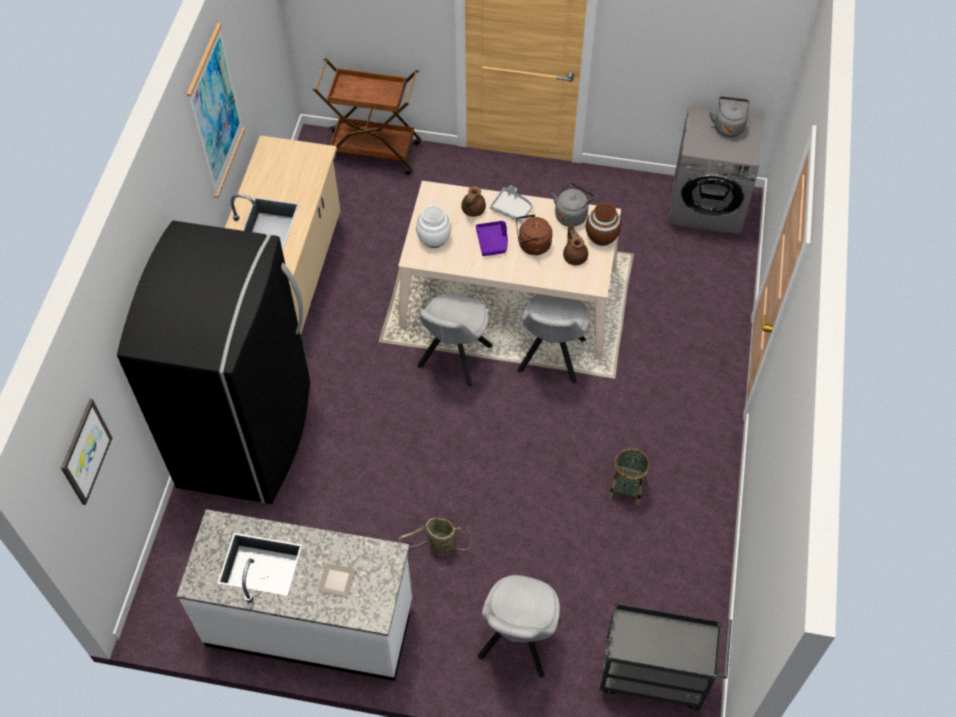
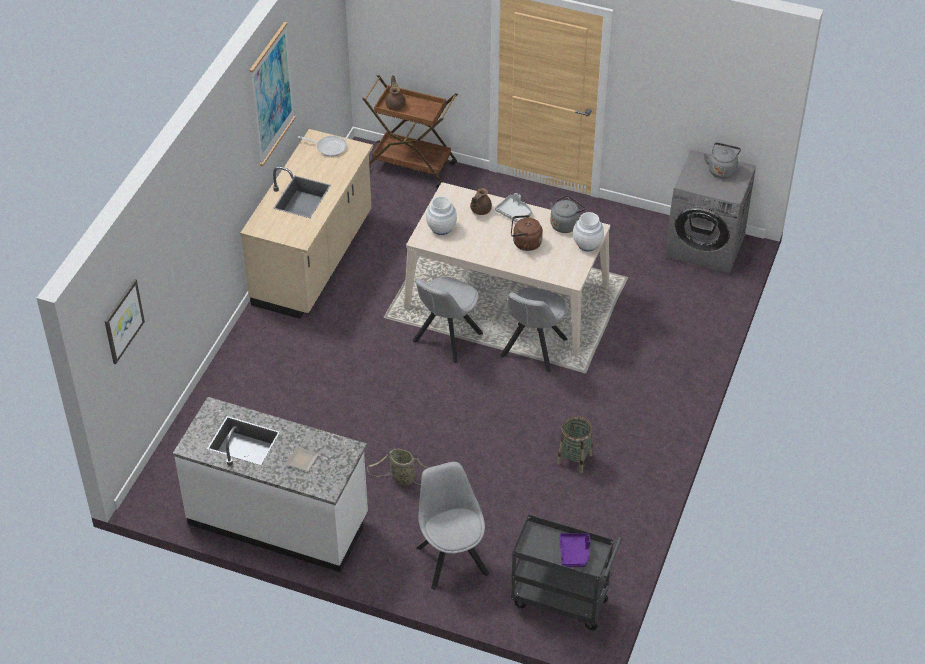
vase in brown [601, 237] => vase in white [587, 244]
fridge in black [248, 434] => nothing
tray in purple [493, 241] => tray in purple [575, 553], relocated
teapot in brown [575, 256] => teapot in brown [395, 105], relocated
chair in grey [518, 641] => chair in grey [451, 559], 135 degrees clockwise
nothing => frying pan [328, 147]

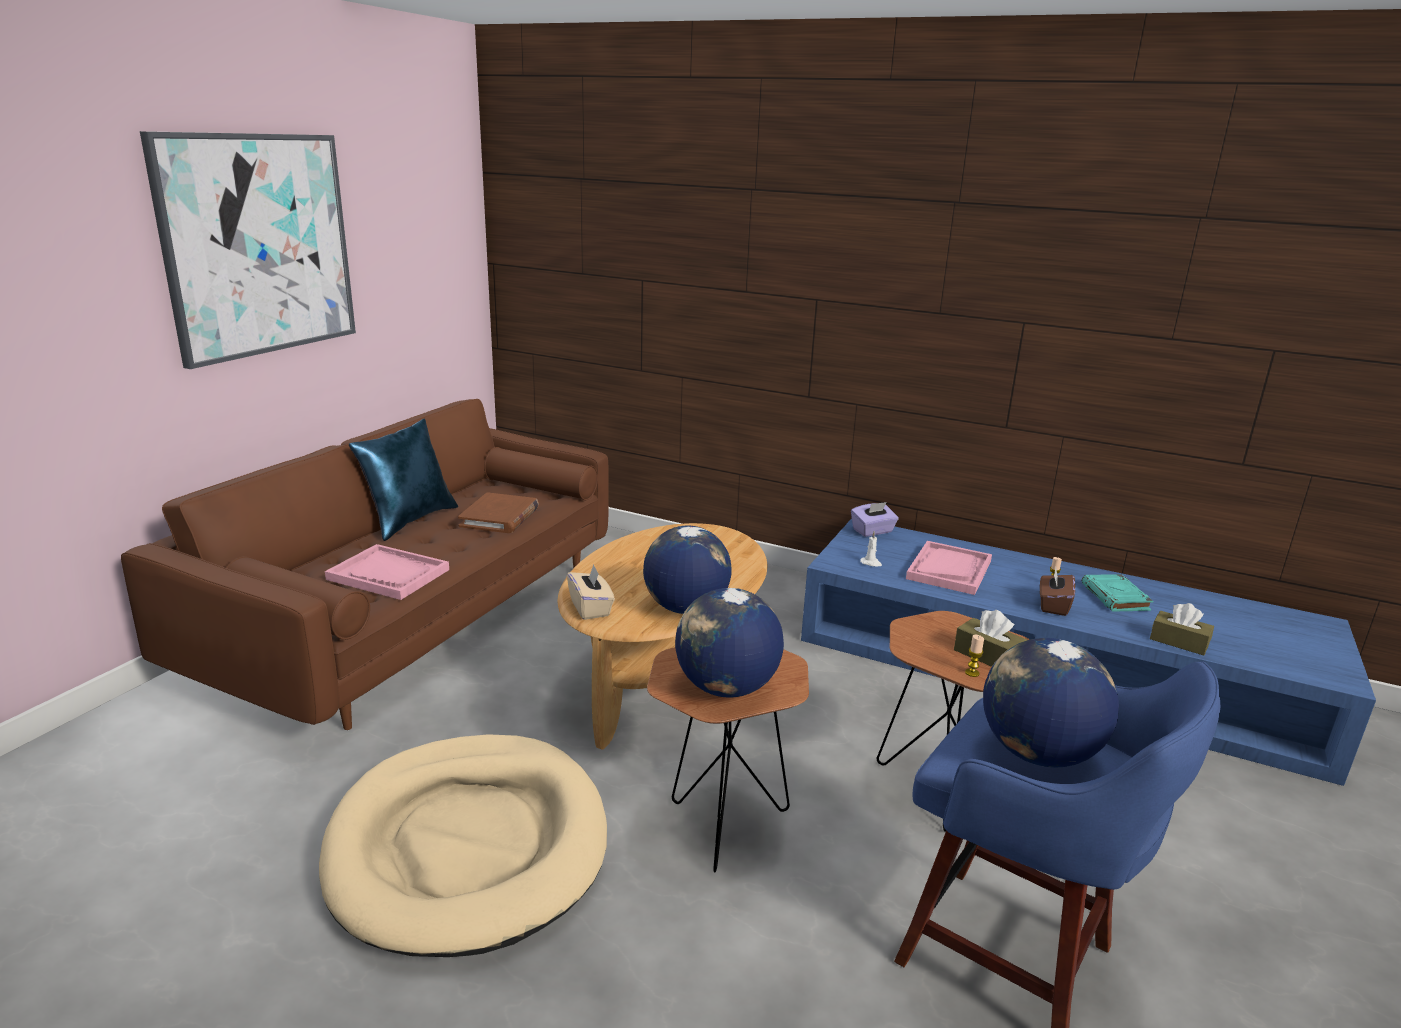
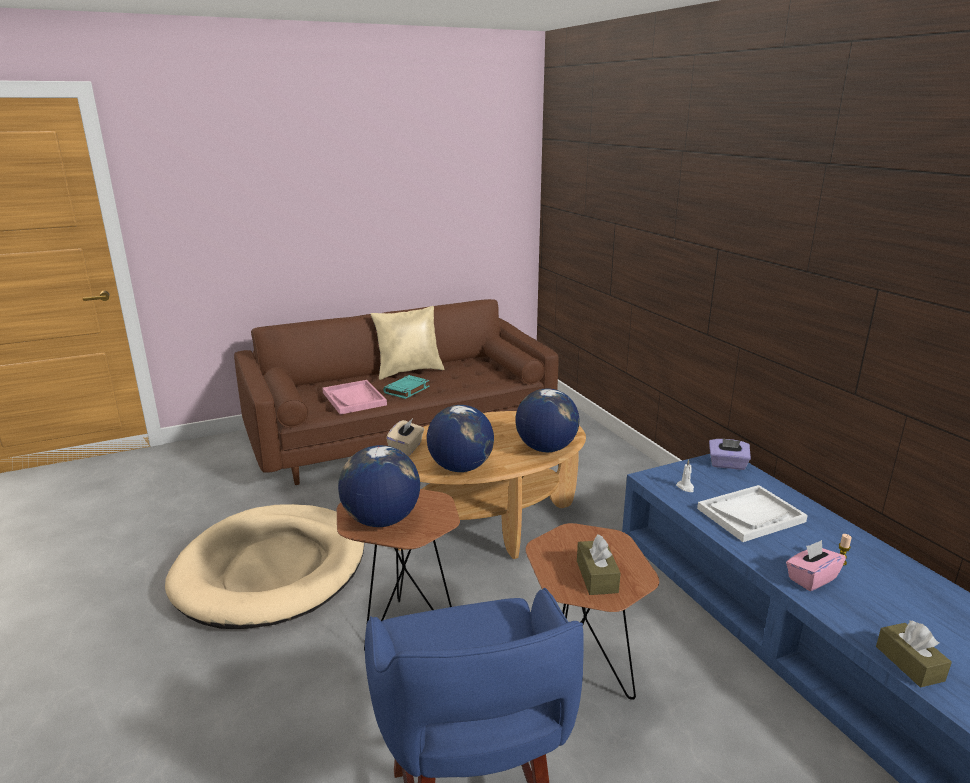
picture [258, 245] => nothing
pillow in blue [410, 520] => pillow in beige [409, 371]
book in brown [500, 517] => nothing
tray in pink [949, 570] => tray in white [750, 515]
tissue box in brown [1053, 605] => tissue box in pink [811, 578]
book in turquoise [1115, 597] => book in turquoise [406, 390], relocated
candle [972, 673] => nothing
globe [1037, 753] => globe [545, 448], relocated

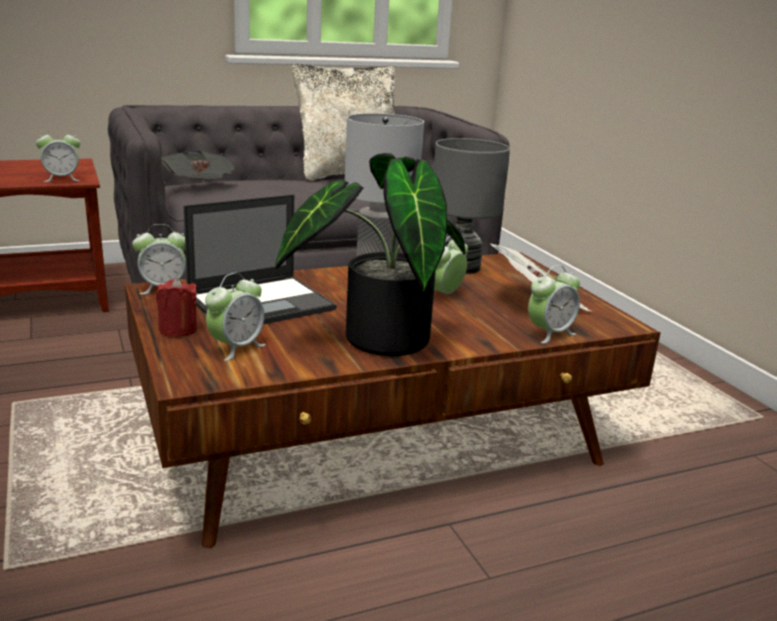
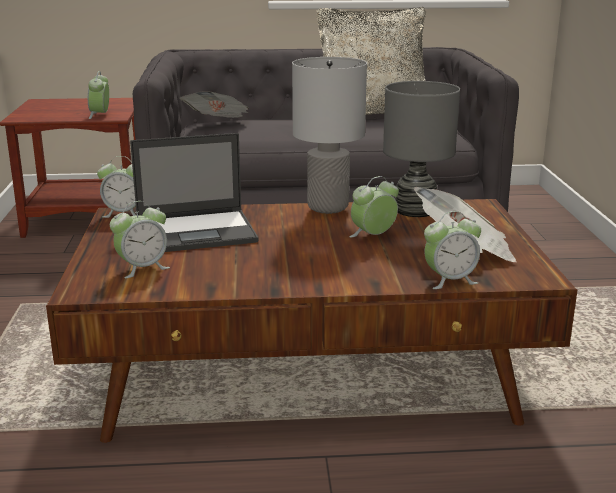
alarm clock [62, 179] => alarm clock [100, 115], 90 degrees clockwise
potted plant [376, 338] => nothing
candle in red [178, 329] => nothing

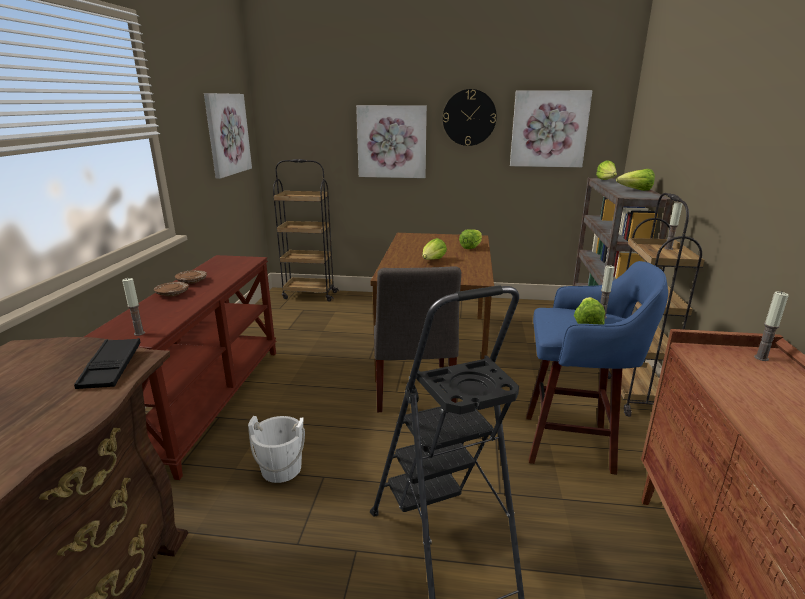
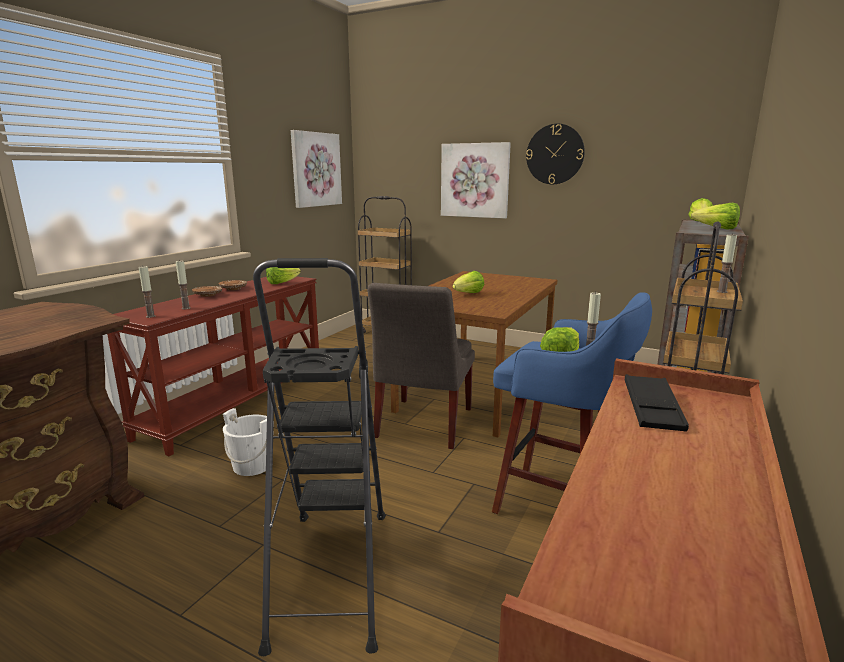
picture [549, 129] => nothing
lettuce [471, 247] => lettuce [282, 283], relocated
candle [761, 358] => candle [186, 308], relocated
tray in black [111, 368] => tray in black [652, 409], relocated

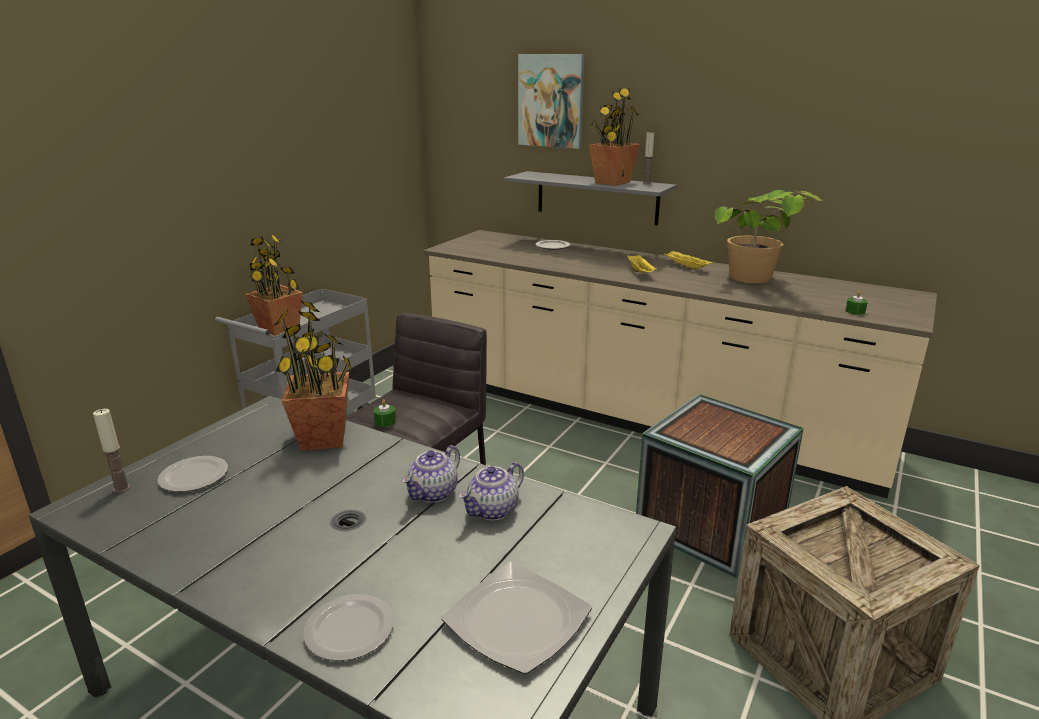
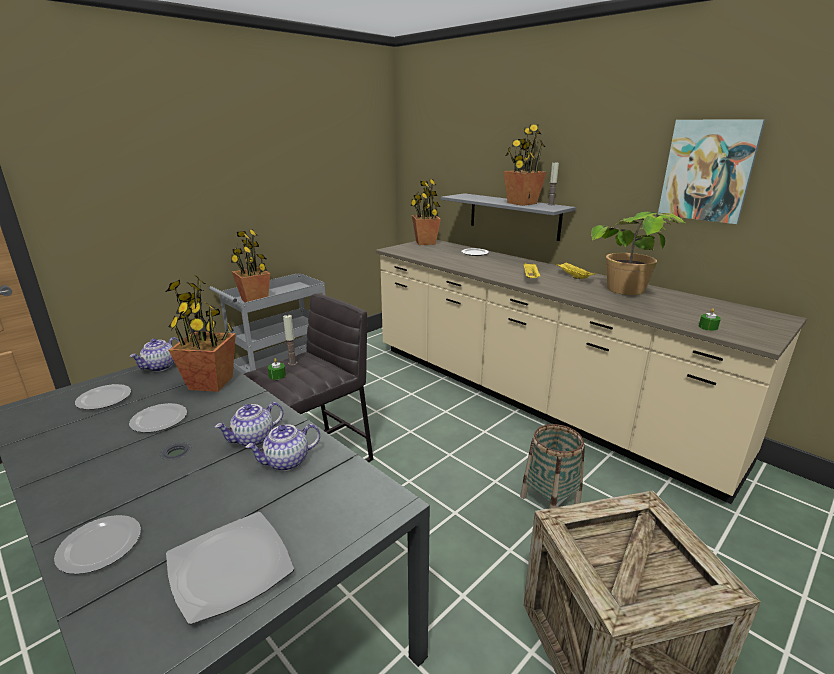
picture [551, 101] => picture [707, 170], relocated
crate [710, 526] => basket [550, 500]
candle [122, 488] => candle [292, 363], relocated
nothing => potted plant [425, 243]
nothing => teapot [160, 367]
nothing => plate [159, 420]

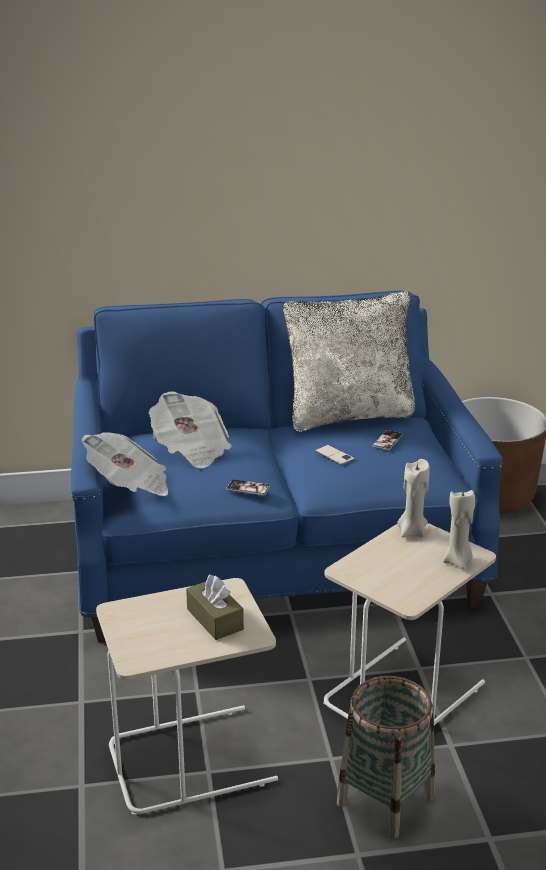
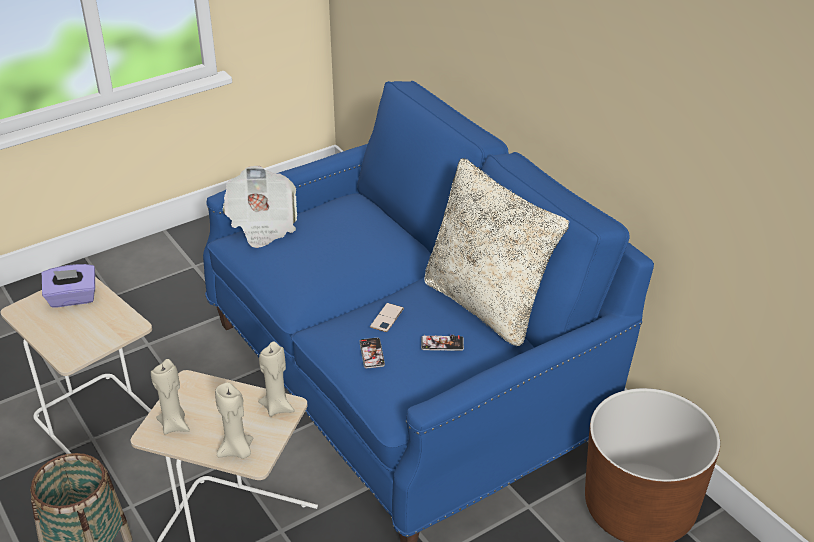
newspaper [191, 449] => nothing
phone [248, 488] => phone [372, 353], relocated
tissue box in brown [215, 619] => nothing
nothing => tissue box in purple [72, 298]
nothing => candle in beige [174, 425]

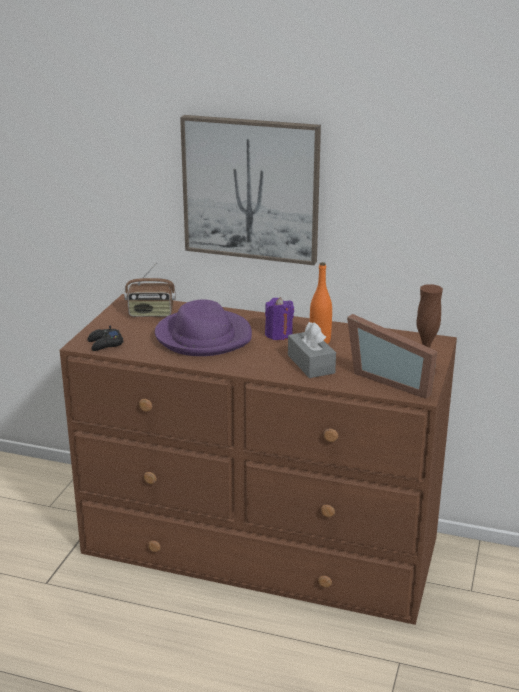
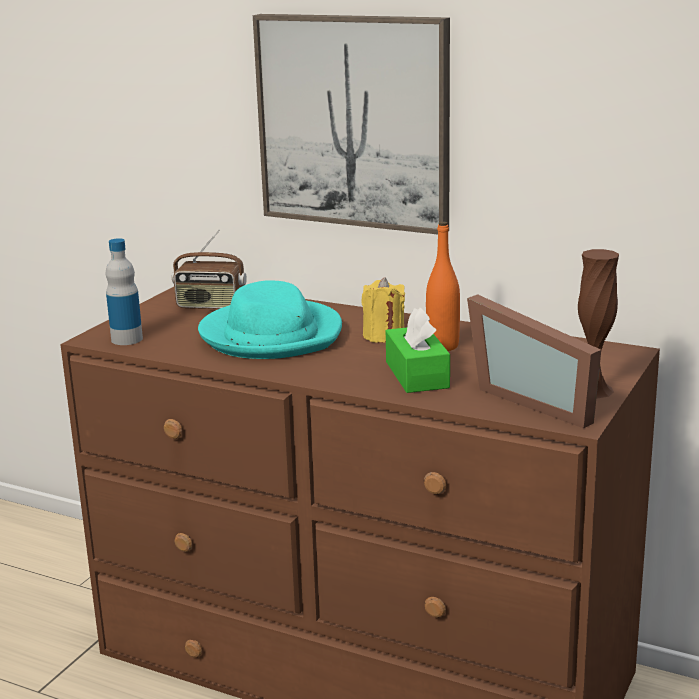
candle in purple [278, 334] => candle in yellow [383, 336]
hat in purple [203, 337] => hat in turquoise [272, 335]
tissue box in grey [311, 364] => tissue box in green [417, 375]
game controller in black [105, 344] => bottle [127, 339]

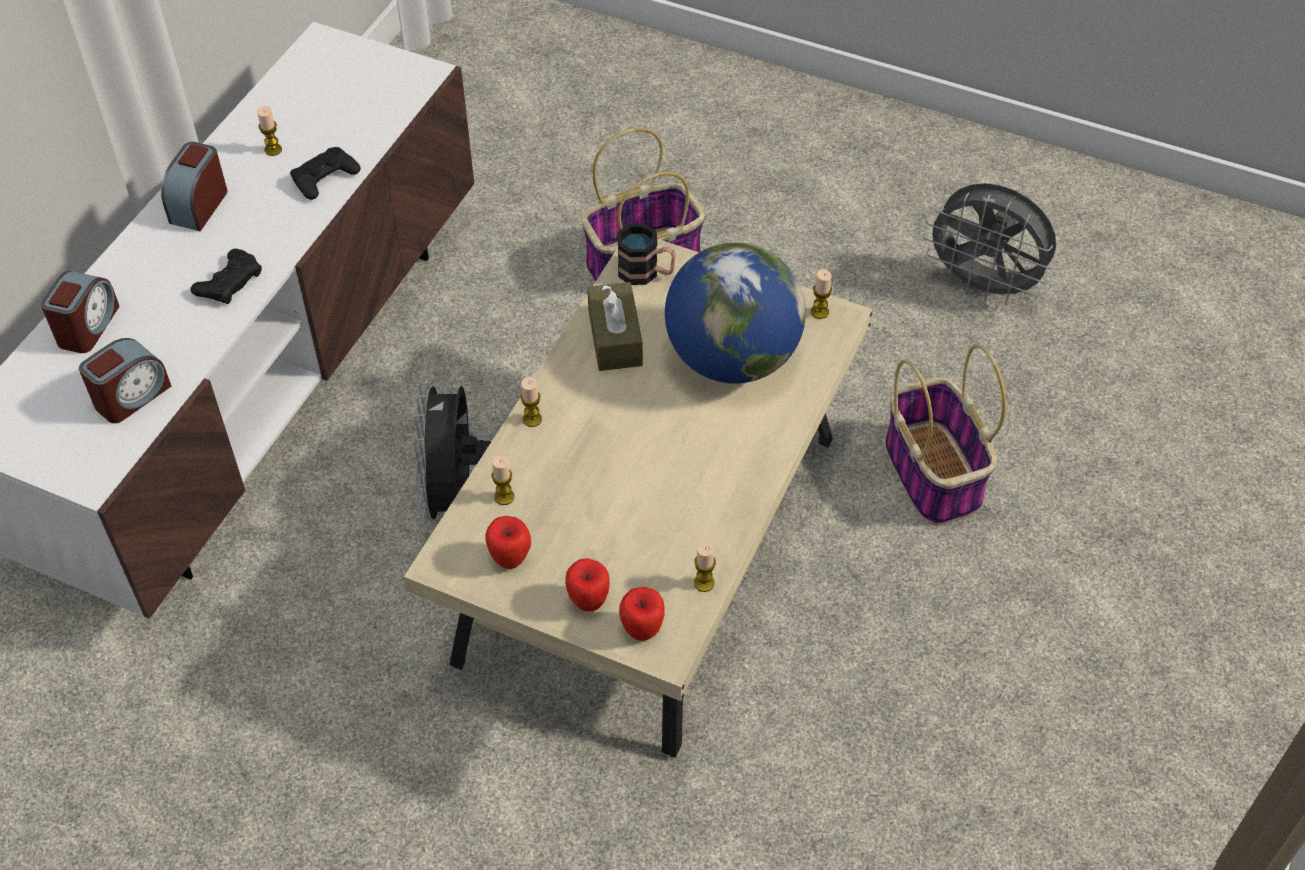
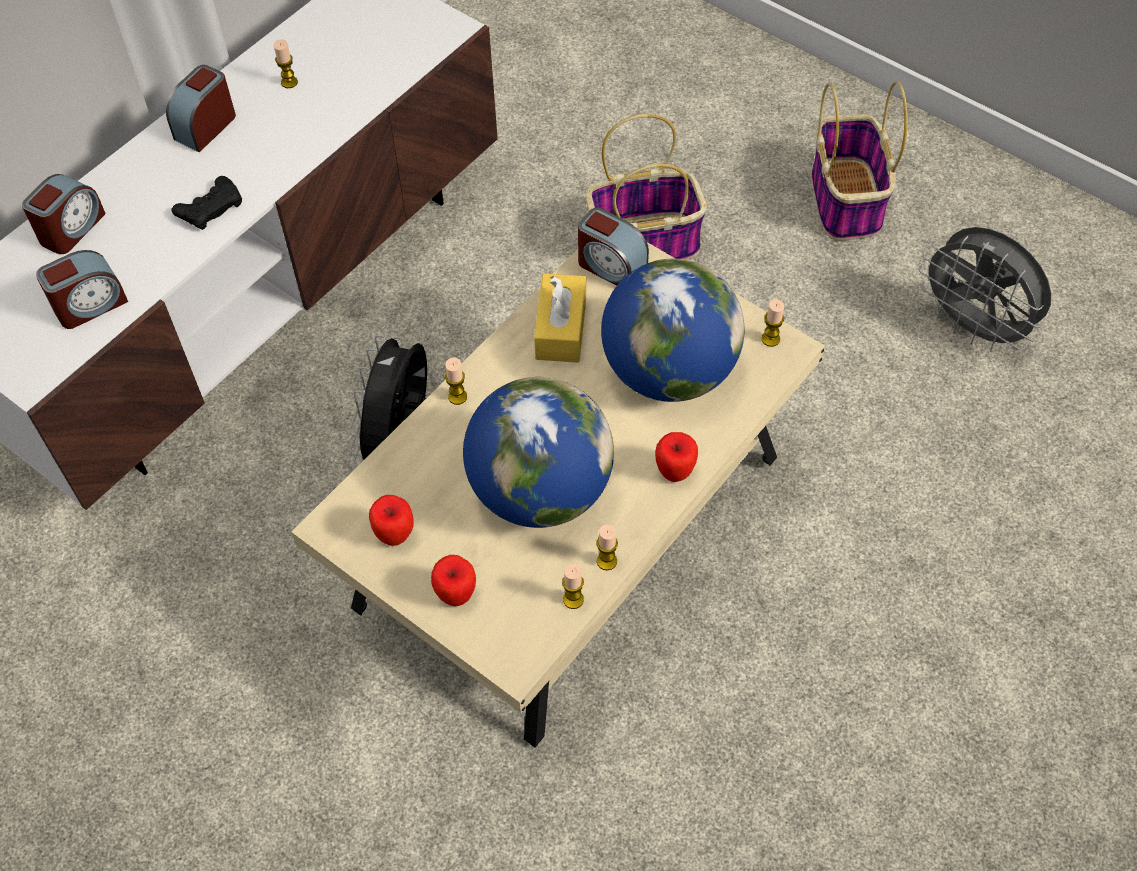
game controller in black [325, 178] => nothing
mug [646, 273] => alarm clock [611, 267]
tissue box in brown [615, 338] => tissue box in yellow [561, 328]
basket [934, 475] => basket [846, 201], relocated
candle [504, 497] => candle [606, 561], relocated
apple [642, 630] => apple [675, 472], relocated
nothing => globe [540, 491]

